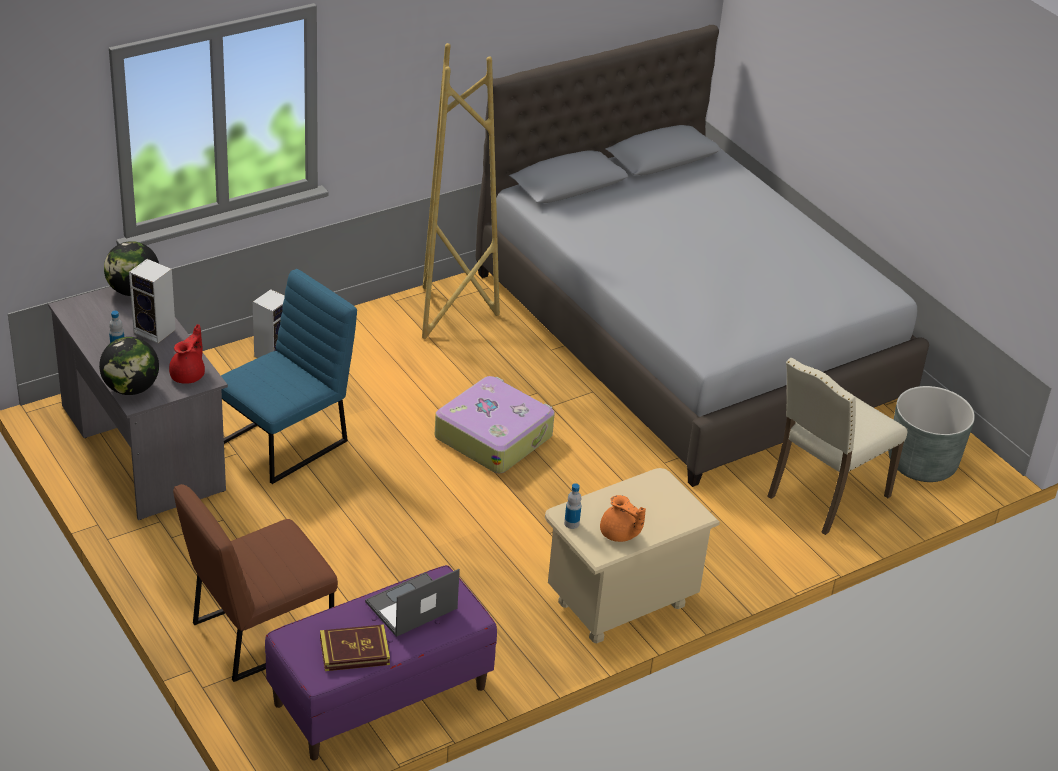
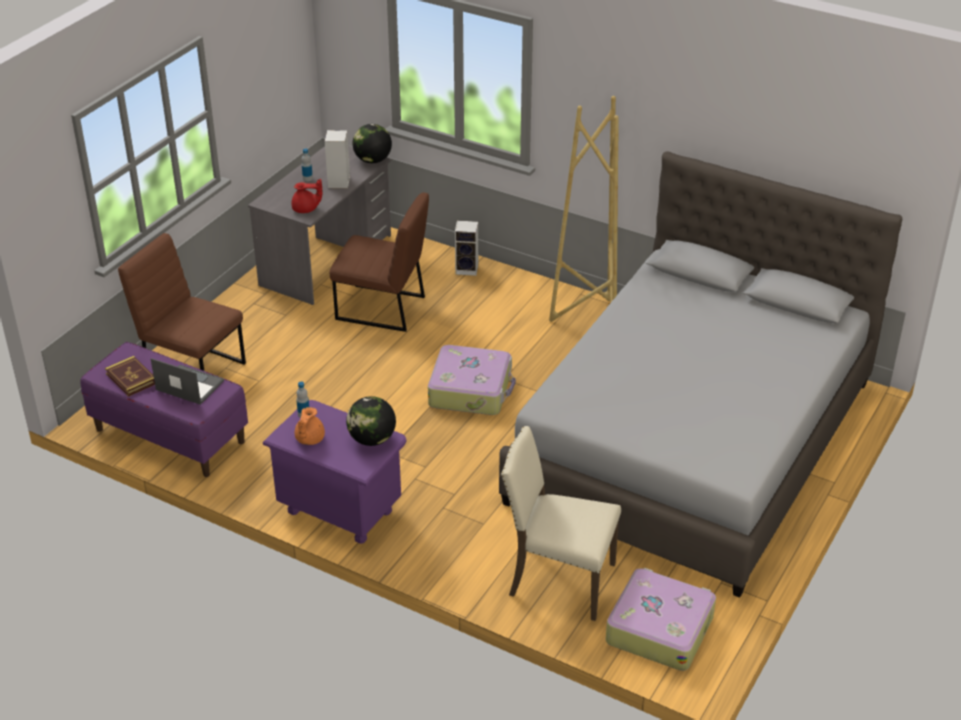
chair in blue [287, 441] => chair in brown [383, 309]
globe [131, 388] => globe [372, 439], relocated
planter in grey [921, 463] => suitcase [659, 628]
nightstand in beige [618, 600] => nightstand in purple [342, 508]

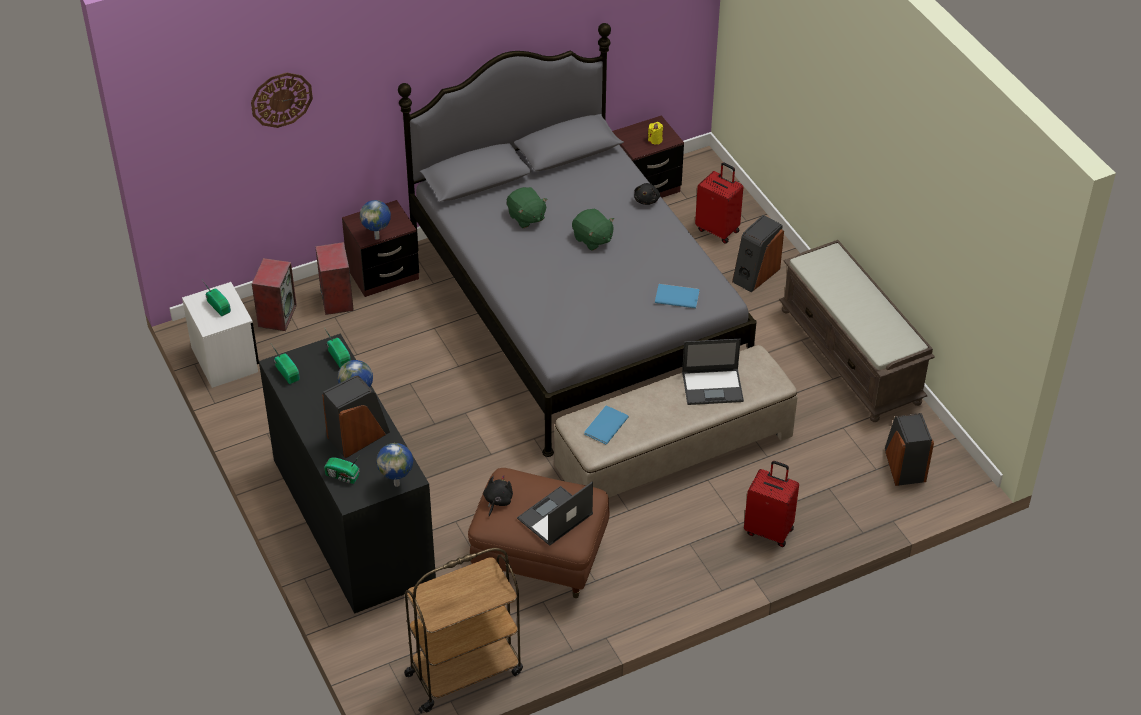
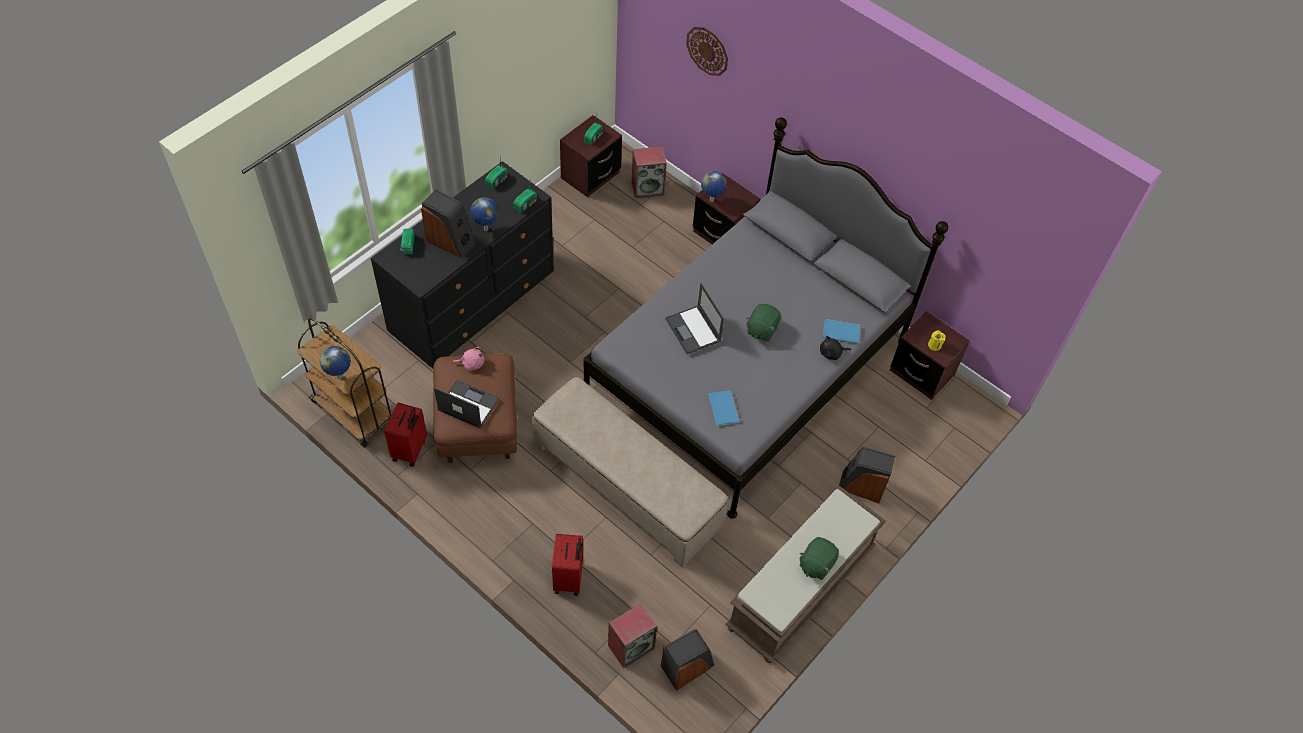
suitcase in red [718, 230] => suitcase in red [410, 450], relocated
plush toy in green [526, 217] => plush toy in green [816, 564], relocated
speaker [336, 299] => speaker [631, 646], relocated
nightstand in white [225, 360] => nightstand in brown [590, 175]
laptop [713, 386] => laptop [693, 330], relocated
book in blue [604, 426] => book in blue [840, 331], relocated
globe [397, 484] => globe [340, 377], relocated
plush toy in black [497, 501] => plush toy in pink [471, 363]

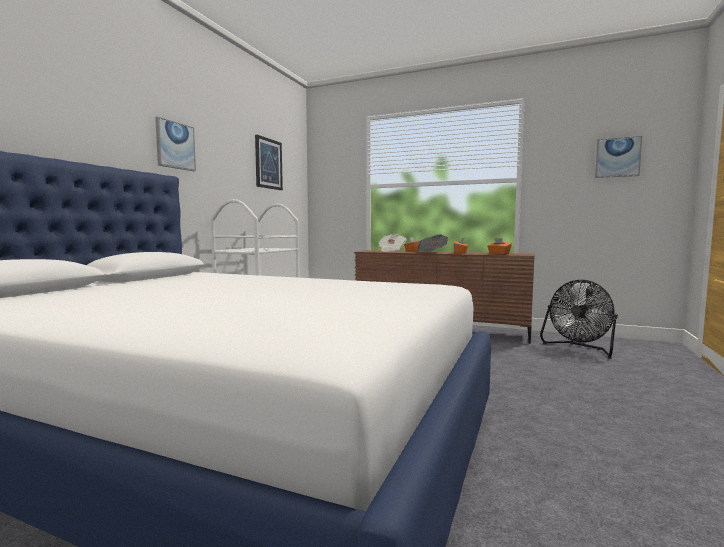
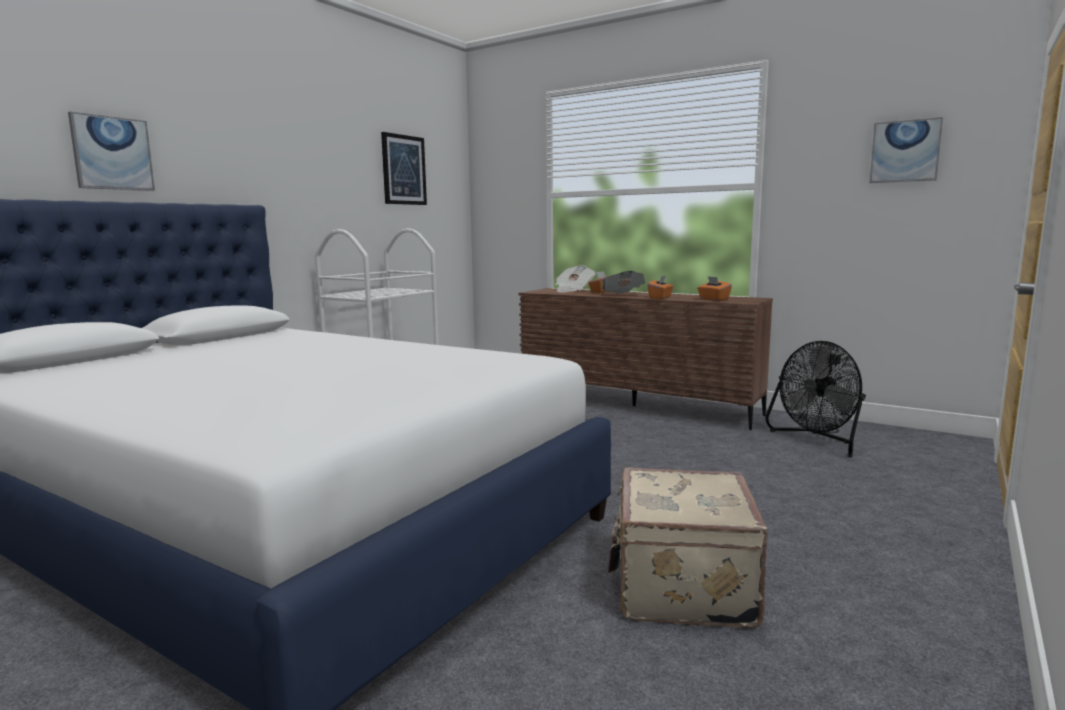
picture [175, 145] => picture [112, 153], relocated
nothing => suitcase in beige [680, 586]

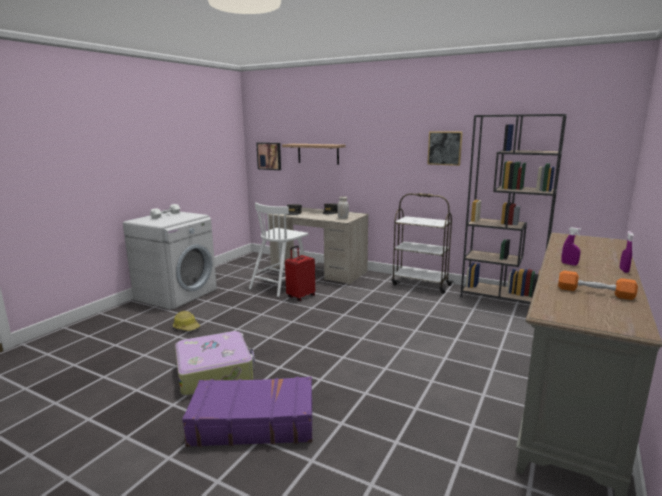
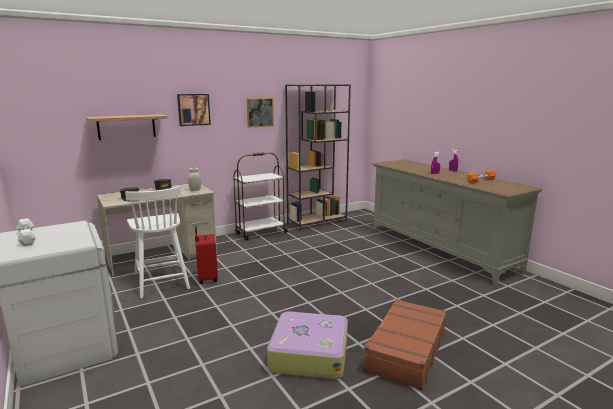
picture [269, 156] => picture [193, 109], relocated
hard hat [187, 327] => nothing
suitcase in purple [253, 422] => suitcase in brown [405, 351]

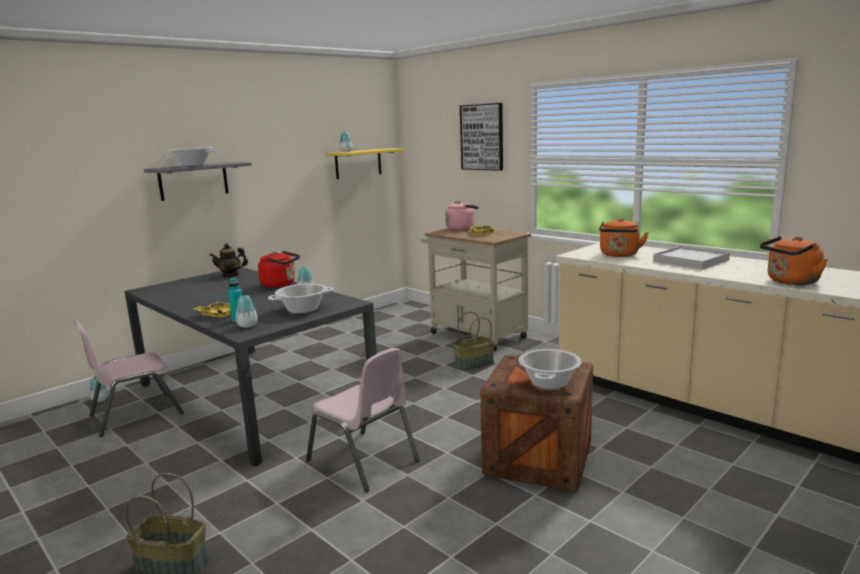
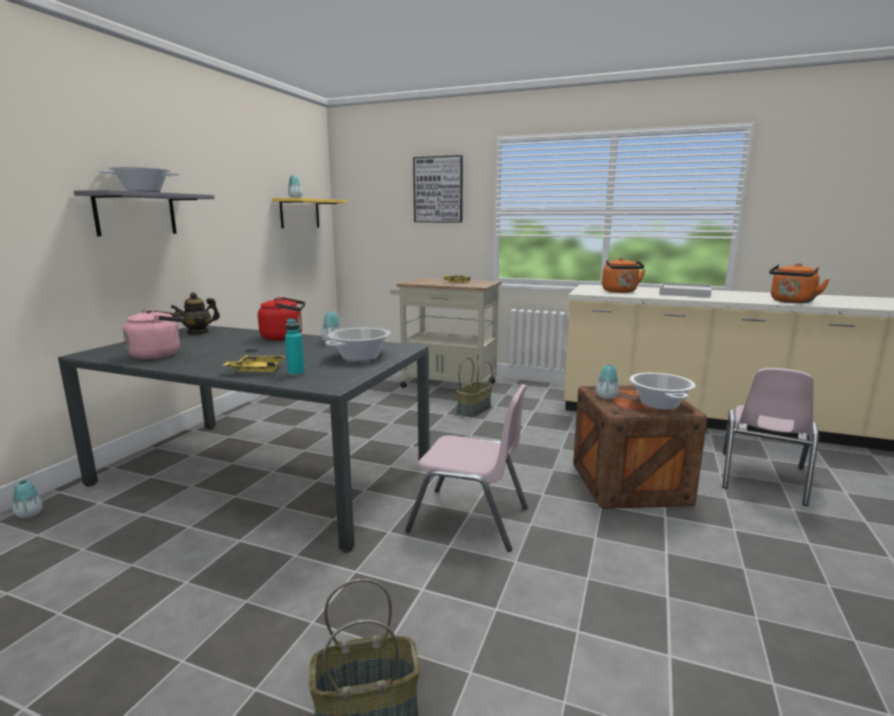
kettle in pink [461, 228] => kettle in pink [158, 354], relocated
vase [247, 326] => vase [606, 397], relocated
chair in pink [135, 414] => chair in pink [761, 478], relocated

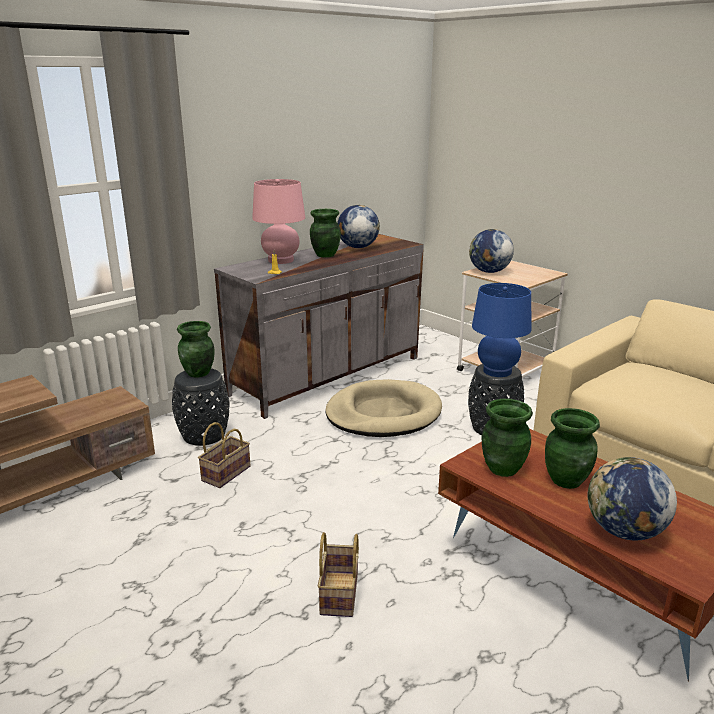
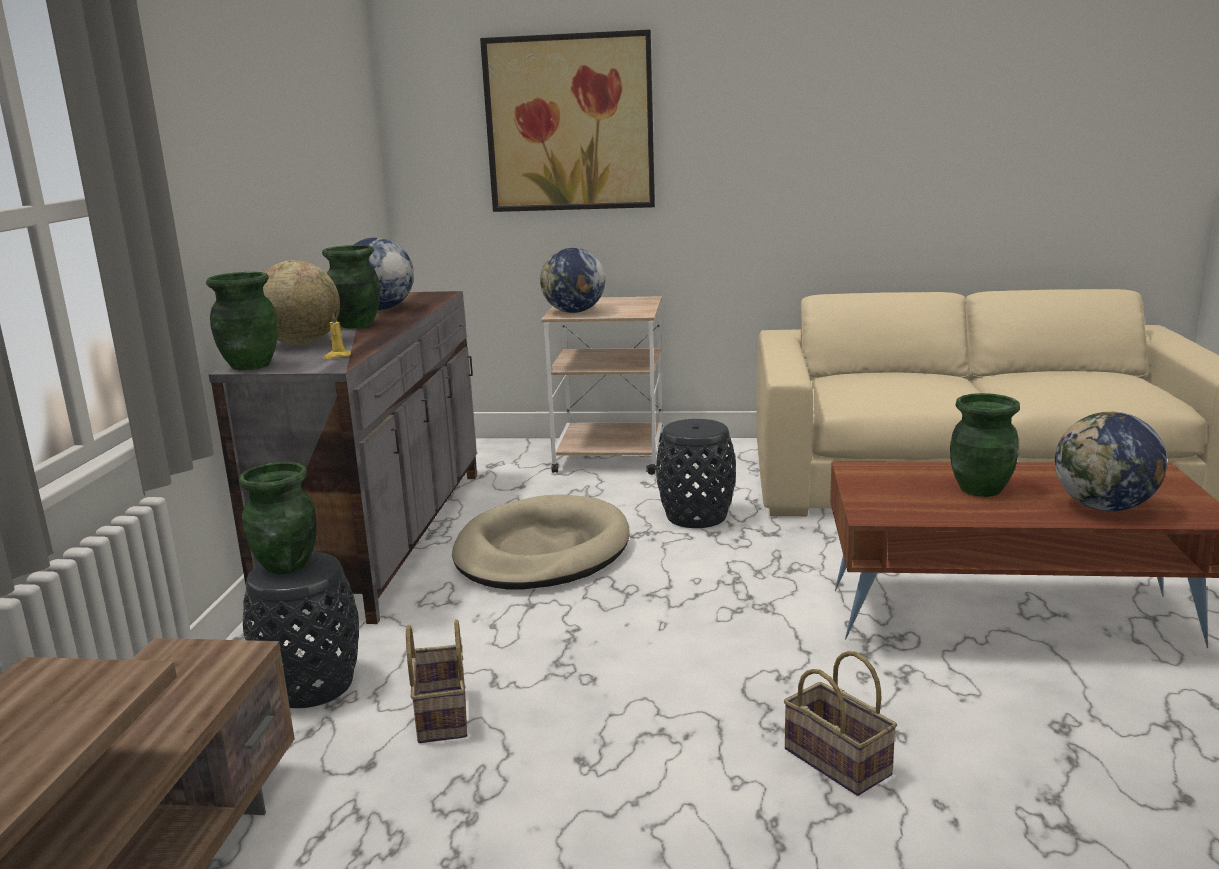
table lamp in pink [280, 260] => globe [302, 343]
table lamp in blue [497, 371] => nothing
vase in green [503, 468] => vase in green [250, 365], relocated
nothing => picture [569, 123]

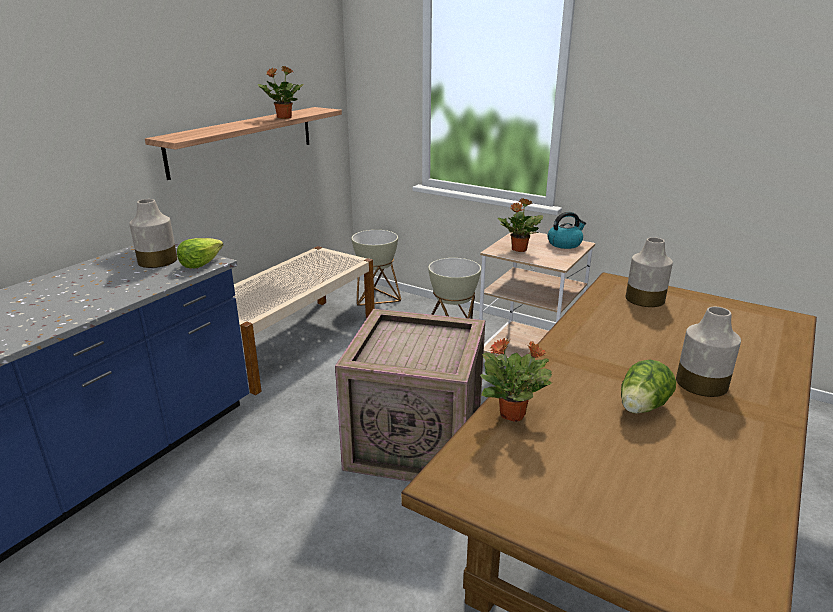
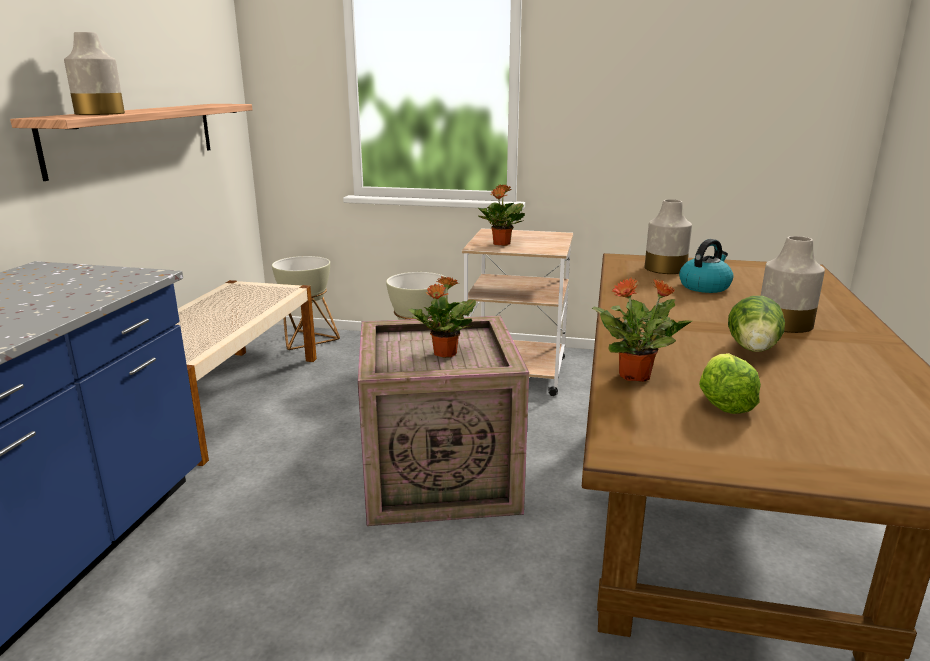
potted plant [283, 117] => potted plant [444, 354], relocated
vase in beige [157, 260] => vase in beige [99, 113], relocated
kettle [565, 244] => kettle [704, 286], relocated
lettuce [200, 263] => lettuce [724, 402], relocated

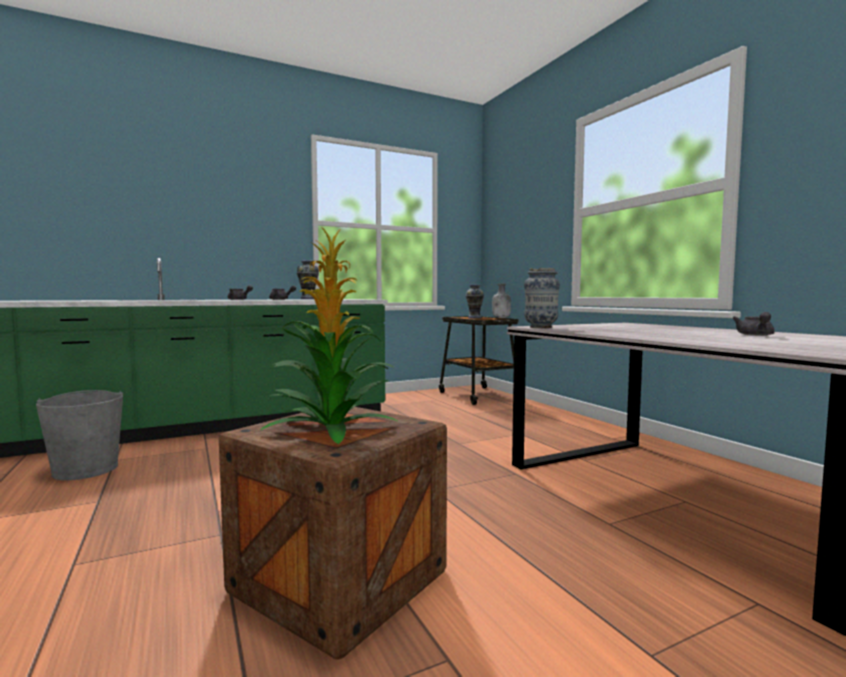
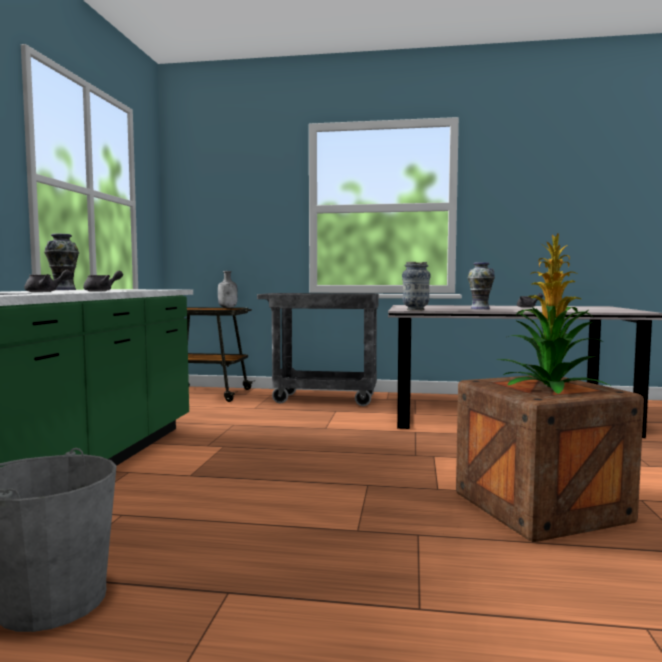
vase [474, 318] => vase [480, 309], relocated
nothing => cart in grey [320, 400]

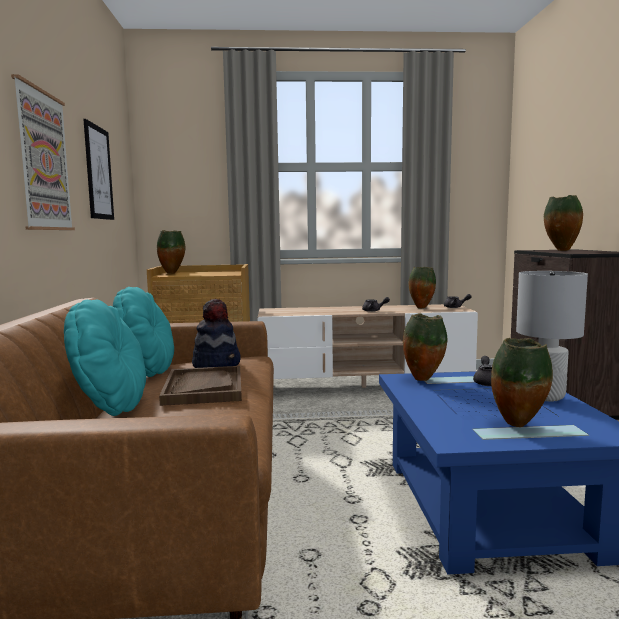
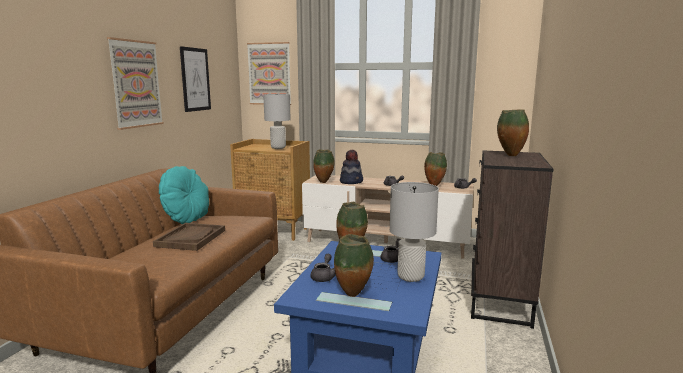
vase [172, 273] => vase [324, 182], relocated
hat [217, 365] => hat [351, 182], relocated
pillow in turquoise [111, 408] => nothing
nothing => picture [269, 74]
nothing => table lamp in grey [278, 148]
nothing => teapot in grey [324, 277]

